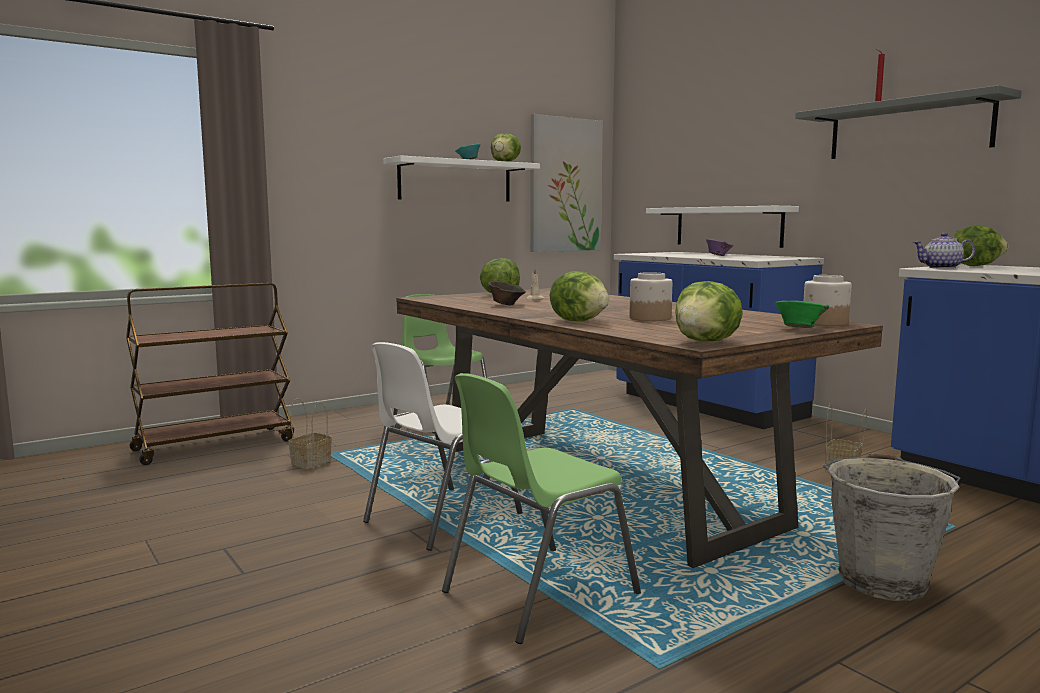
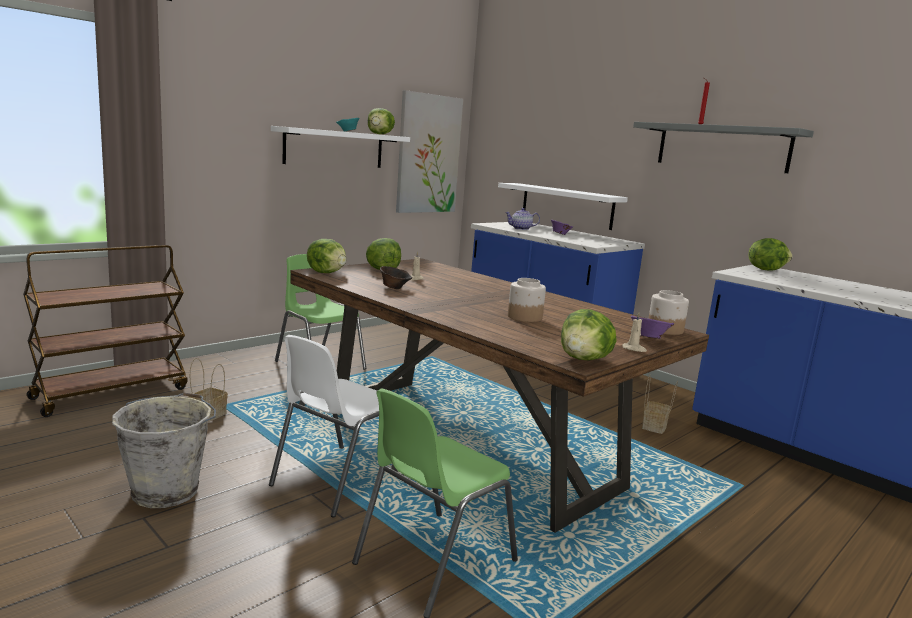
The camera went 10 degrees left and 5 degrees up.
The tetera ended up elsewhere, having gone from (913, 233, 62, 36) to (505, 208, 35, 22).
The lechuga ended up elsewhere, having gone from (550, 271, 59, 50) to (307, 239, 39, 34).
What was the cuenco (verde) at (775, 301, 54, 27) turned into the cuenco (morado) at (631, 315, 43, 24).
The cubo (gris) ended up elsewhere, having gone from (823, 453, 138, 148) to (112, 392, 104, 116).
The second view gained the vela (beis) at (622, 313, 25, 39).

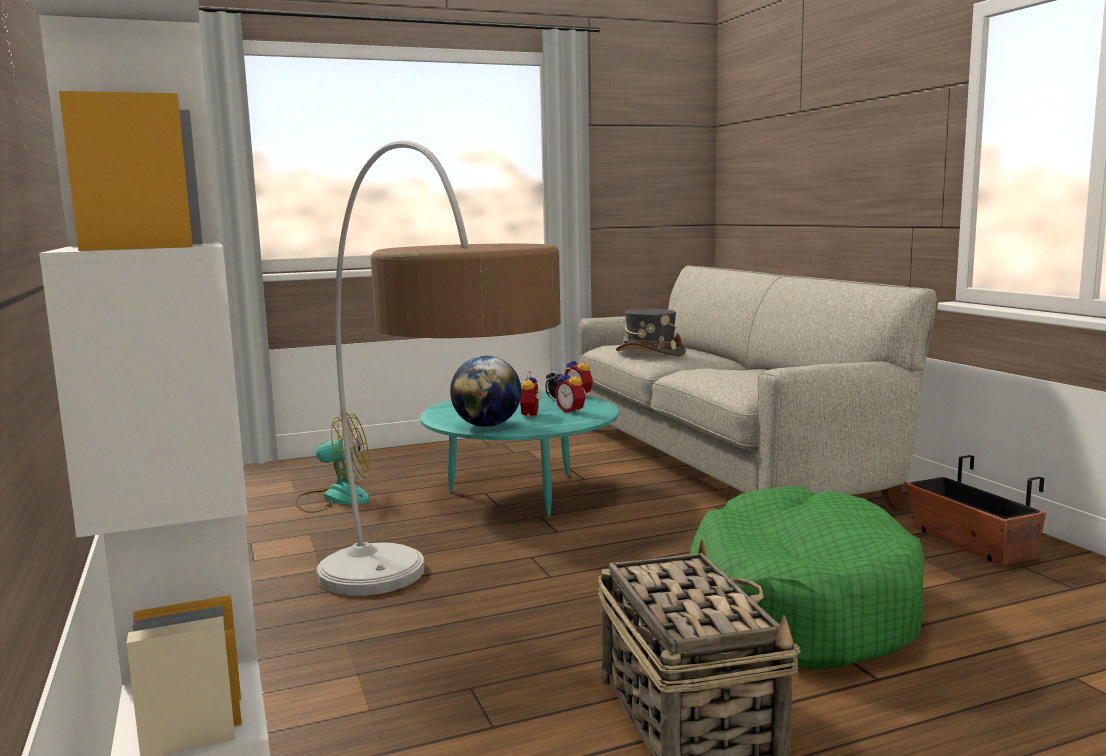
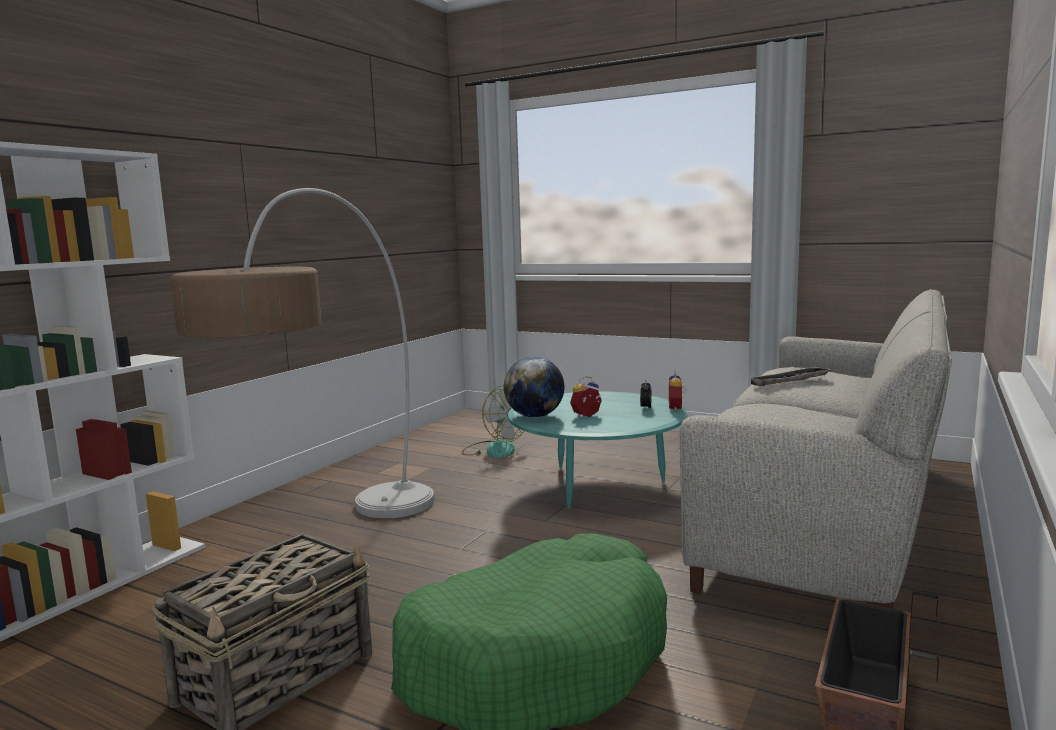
The camera went 50 degrees right and 0 degrees up.
Where the sombrero (gris) stood at (616, 309, 70, 47), the bandeja came to stand at (748, 367, 85, 19).
The second view lost the despertador at (555, 368, 31, 46).

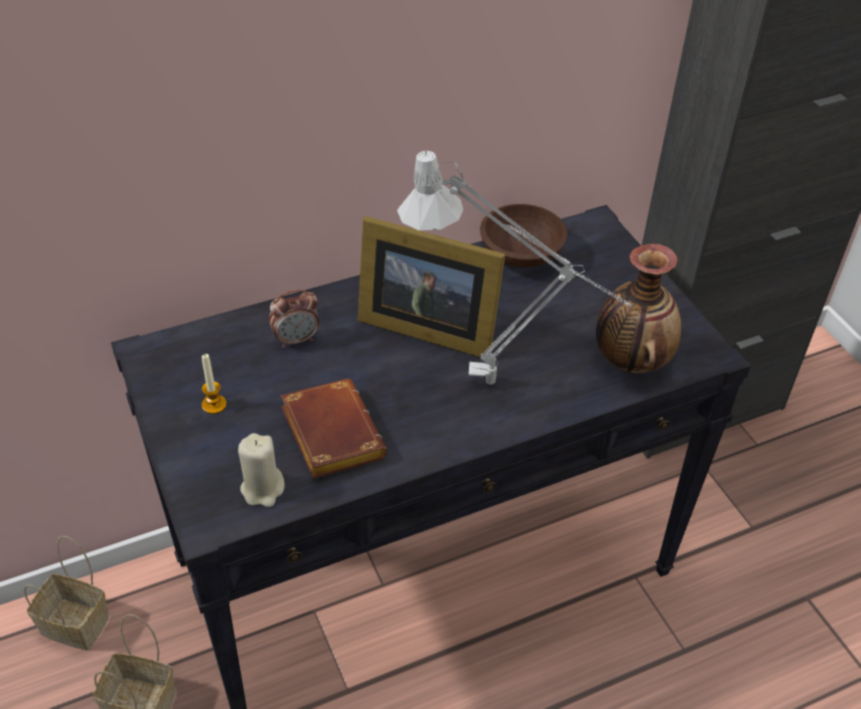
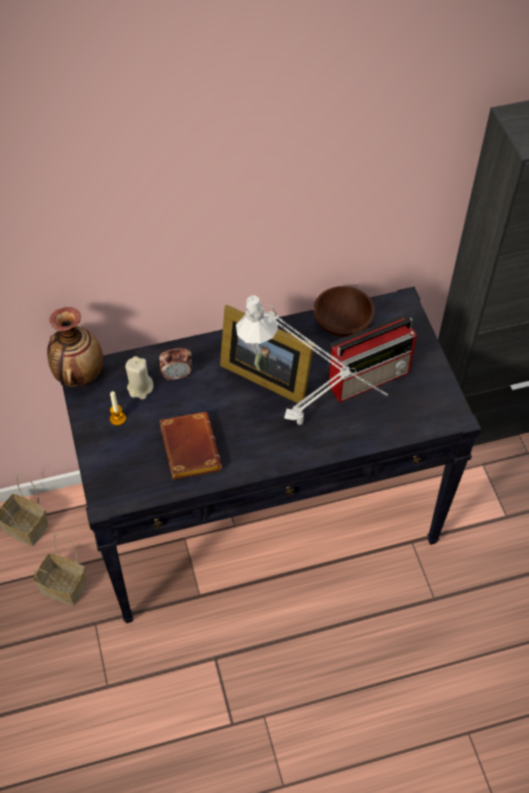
The camera went 10 degrees right and 10 degrees up.
The florero ended up elsewhere, having gone from (596, 243, 85, 130) to (47, 307, 56, 80).
The vela (beis) ended up elsewhere, having gone from (238, 433, 47, 74) to (126, 356, 27, 44).
The second view gained the radio at (327, 316, 90, 86).

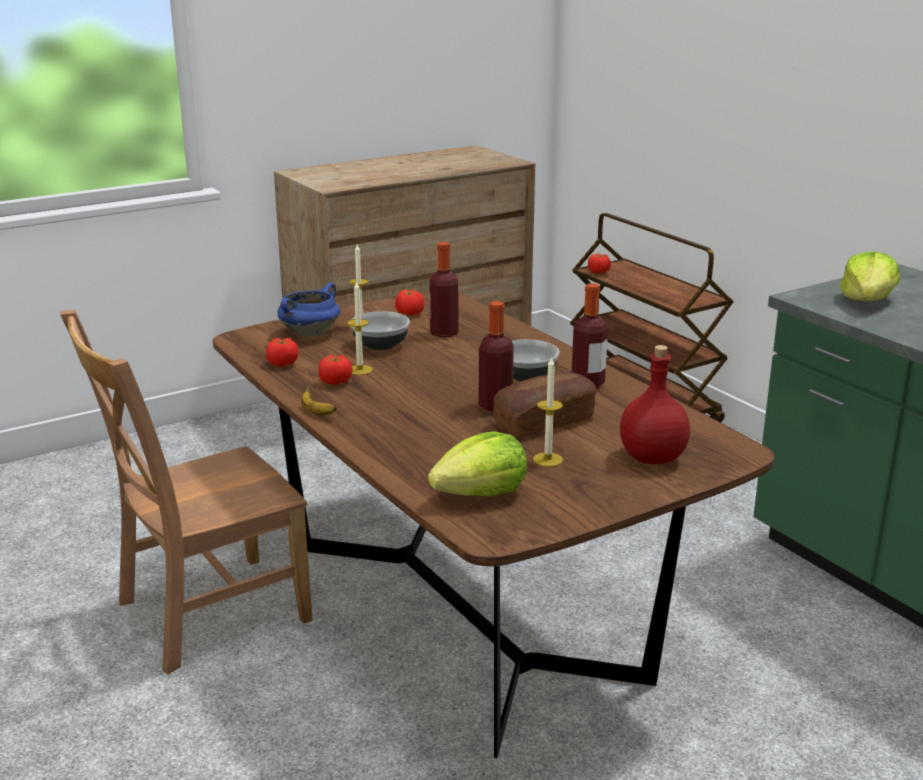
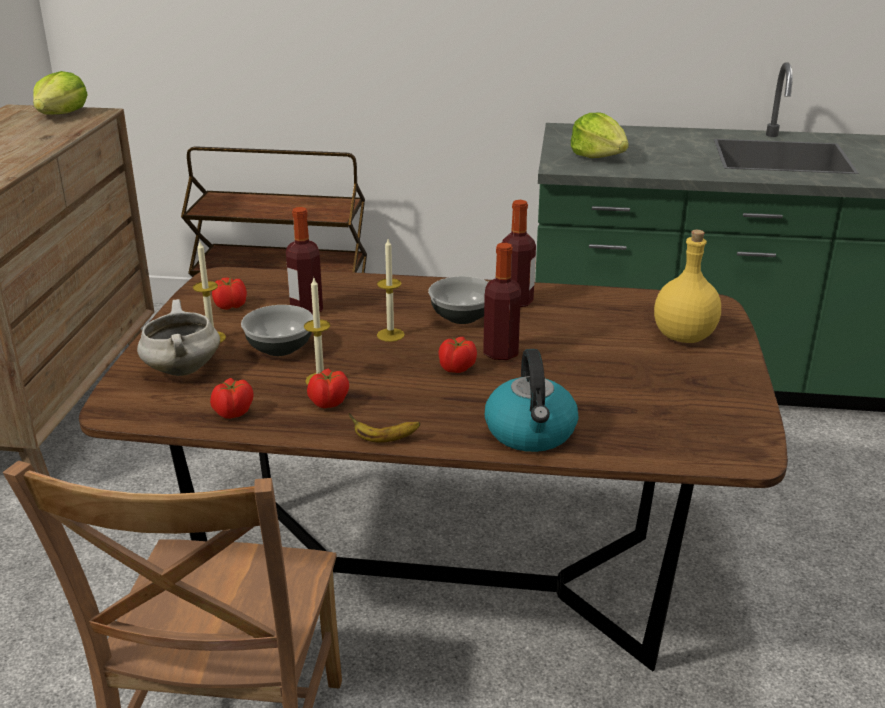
The camera went 50 degrees left and 5 degrees up.
The tomate ended up elsewhere, having gone from (588, 253, 23, 20) to (438, 337, 39, 36).
What was the olla (azul) at (277, 283, 63, 54) turned into the olla (blanco) at (137, 299, 83, 77).
What was the botella (rojo) at (620, 345, 70, 119) turned into the botella (amarillo) at (654, 230, 67, 113).
The vela ended up elsewhere, having gone from (533, 356, 30, 111) to (377, 239, 28, 103).
The second view lost the pan at (493, 372, 103, 65).
The lechuga ended up elsewhere, having gone from (428, 431, 99, 65) to (33, 71, 55, 44).
The second view gained the hervidor at (485, 349, 93, 103).

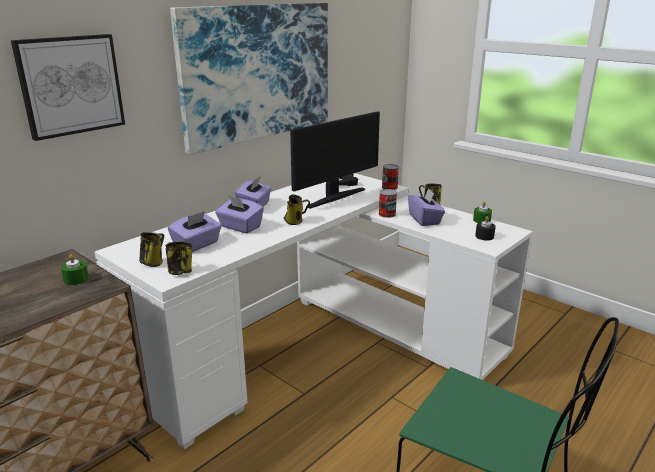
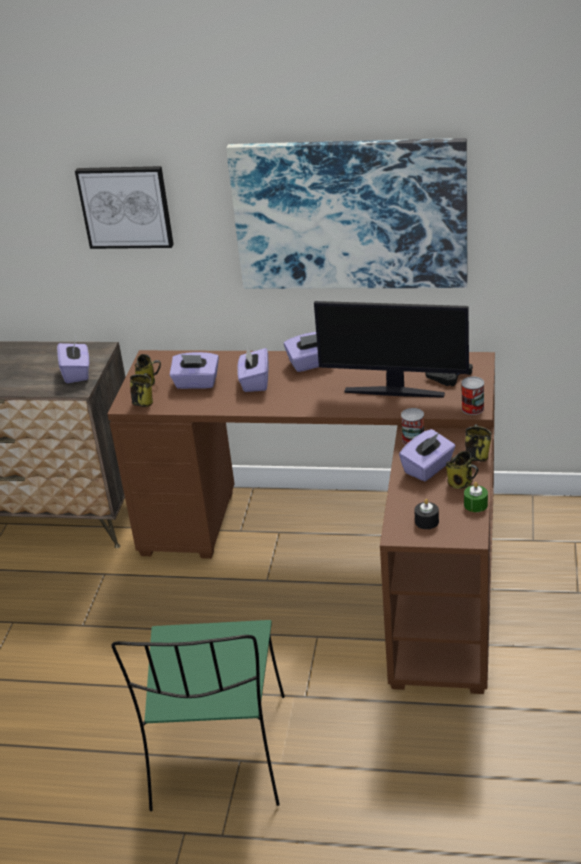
The camera went 60 degrees right and 10 degrees up.
What was the escritorio (blanco) at (94, 173, 439, 277) turned into the escritorio (marrón) at (108, 350, 387, 344).
The taza grande ended up elsewhere, having gone from (284, 194, 26, 31) to (446, 451, 32, 38).
Where the vela (verde) stood at (61, 254, 28, 31), the caja de pañuelos (morado) came to stand at (57, 337, 32, 46).

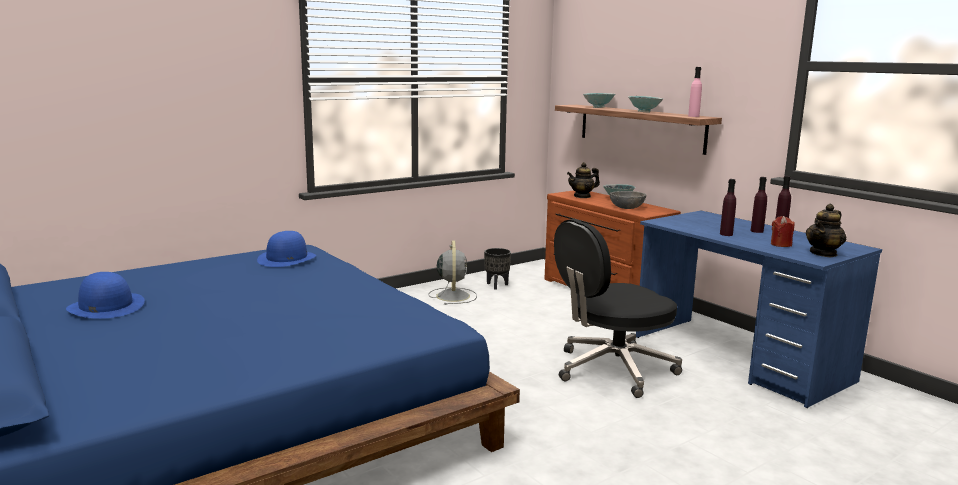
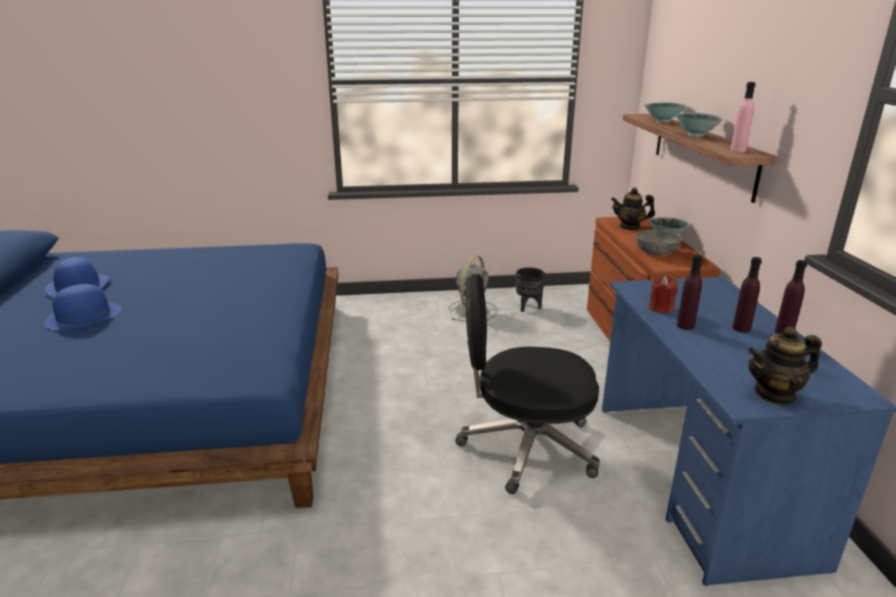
The camera went 30 degrees right and 10 degrees up.
The vela (rojo) ended up elsewhere, having gone from (771, 216, 24, 31) to (649, 275, 29, 39).
The sombrero (azul) ended up elsewhere, having gone from (257, 231, 59, 36) to (44, 284, 78, 46).

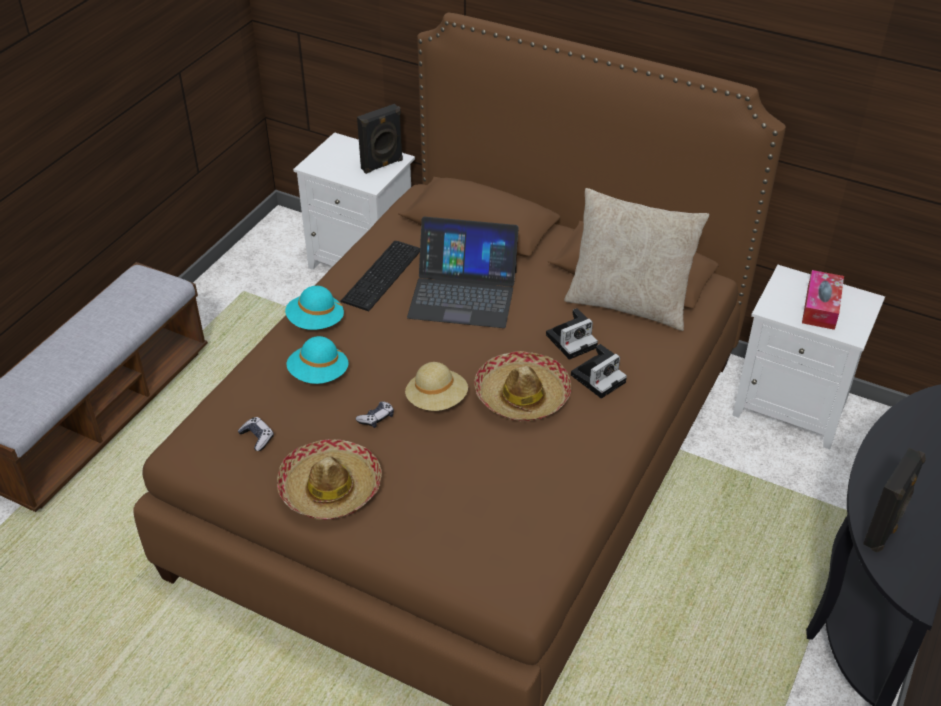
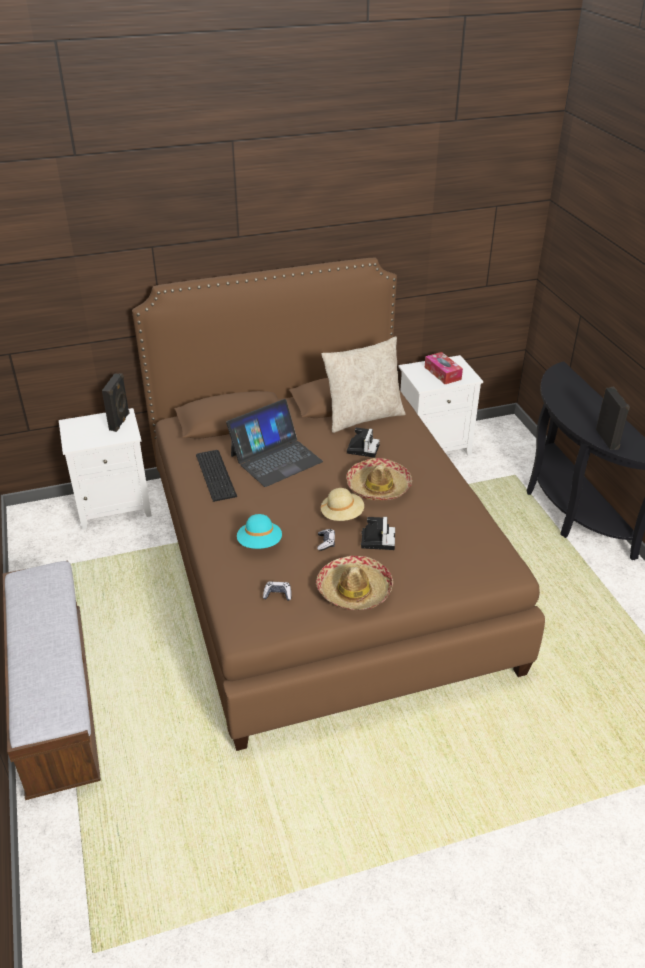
The camera went 45 degrees left and 5 degrees down.
The second view lost the sombrero (turquesa) at (285, 286, 59, 44).
The cámara ended up elsewhere, having gone from (571, 344, 56, 55) to (361, 517, 34, 33).

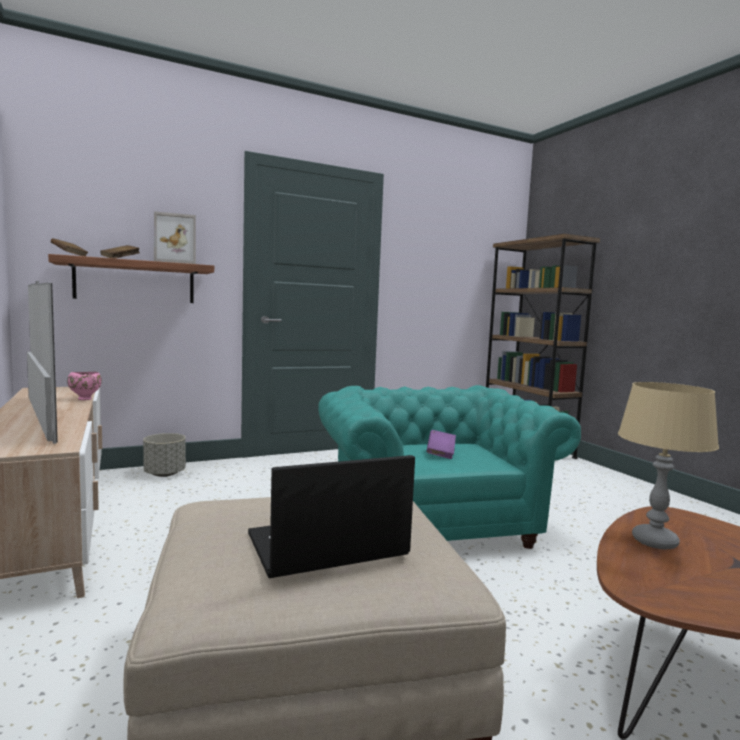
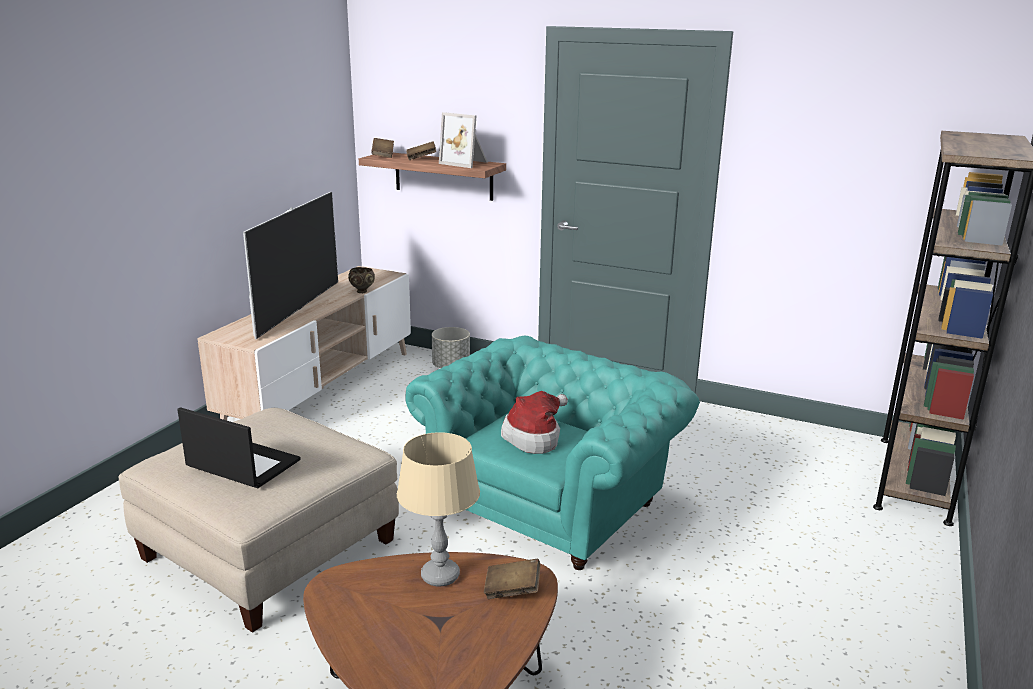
The camera went 50 degrees right and 15 degrees up.
What was the cuenco (rosa) at (67, 372, 35, 28) turned into the cuenco (marrón) at (348, 267, 27, 26).
Where the libro (morado) stood at (426, 430, 30, 29), the sombrero came to stand at (501, 391, 67, 63).
The second view gained the libro (marrón) at (484, 559, 56, 40).

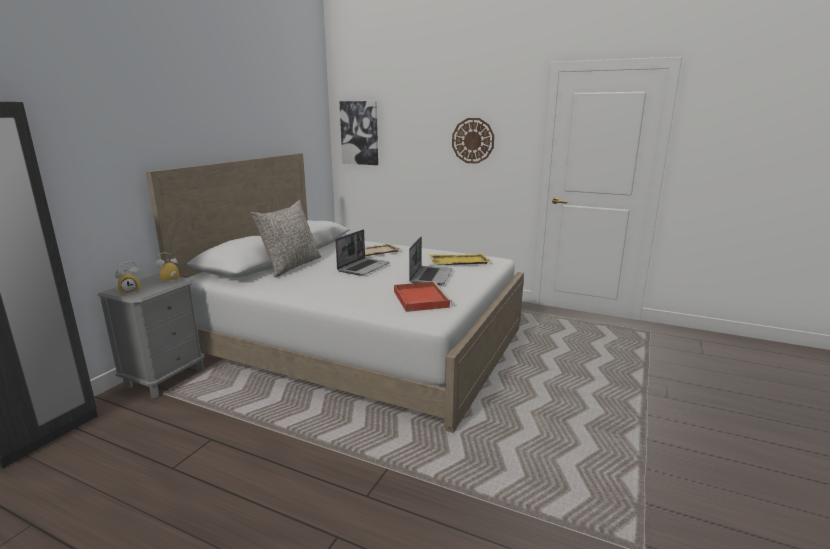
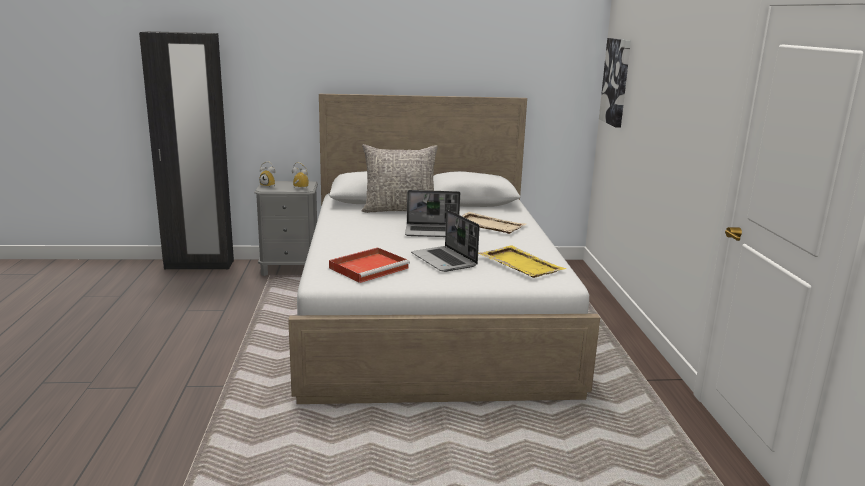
The camera went 60 degrees right and 0 degrees up.
The second view lost the reloj de pared at (452, 118, 42, 46).
The portátil at (409, 237, 43, 48) ended up facing another way, 75 degrees clockwise from before.

